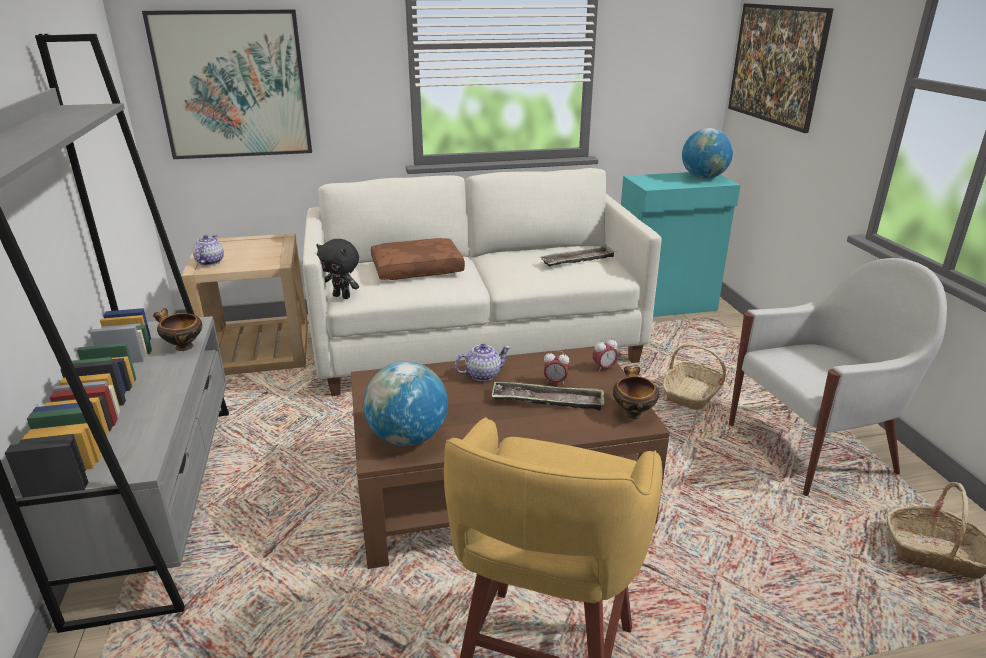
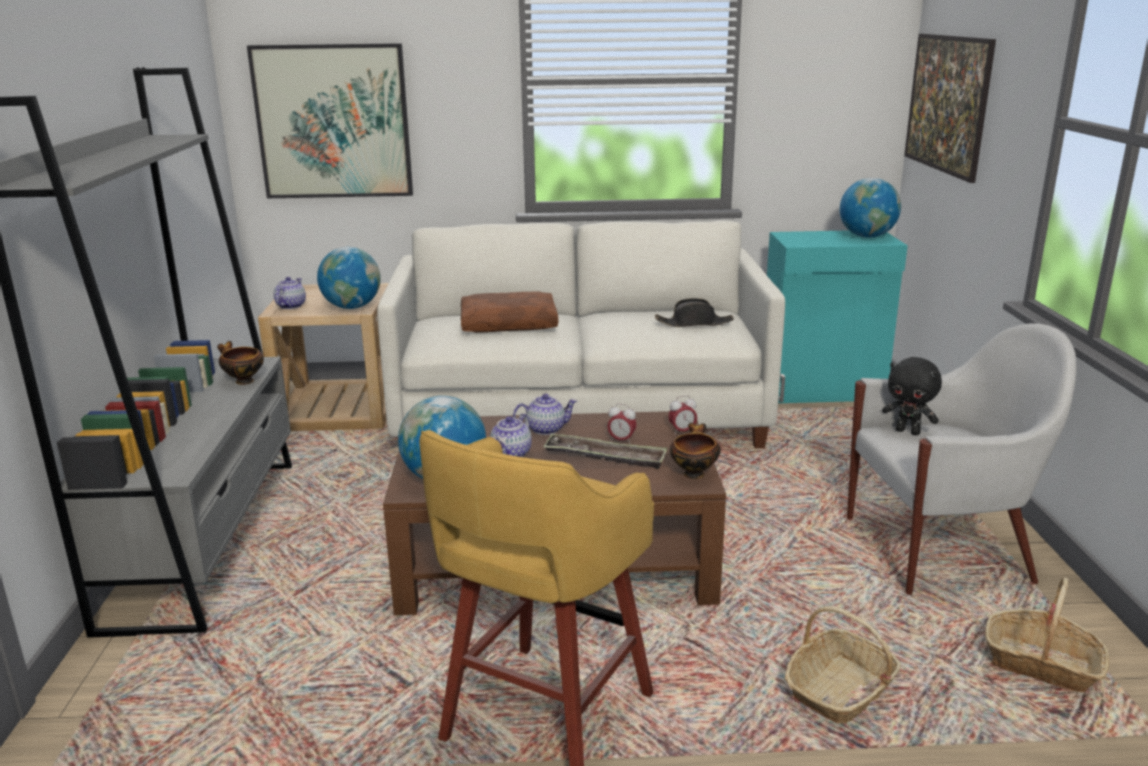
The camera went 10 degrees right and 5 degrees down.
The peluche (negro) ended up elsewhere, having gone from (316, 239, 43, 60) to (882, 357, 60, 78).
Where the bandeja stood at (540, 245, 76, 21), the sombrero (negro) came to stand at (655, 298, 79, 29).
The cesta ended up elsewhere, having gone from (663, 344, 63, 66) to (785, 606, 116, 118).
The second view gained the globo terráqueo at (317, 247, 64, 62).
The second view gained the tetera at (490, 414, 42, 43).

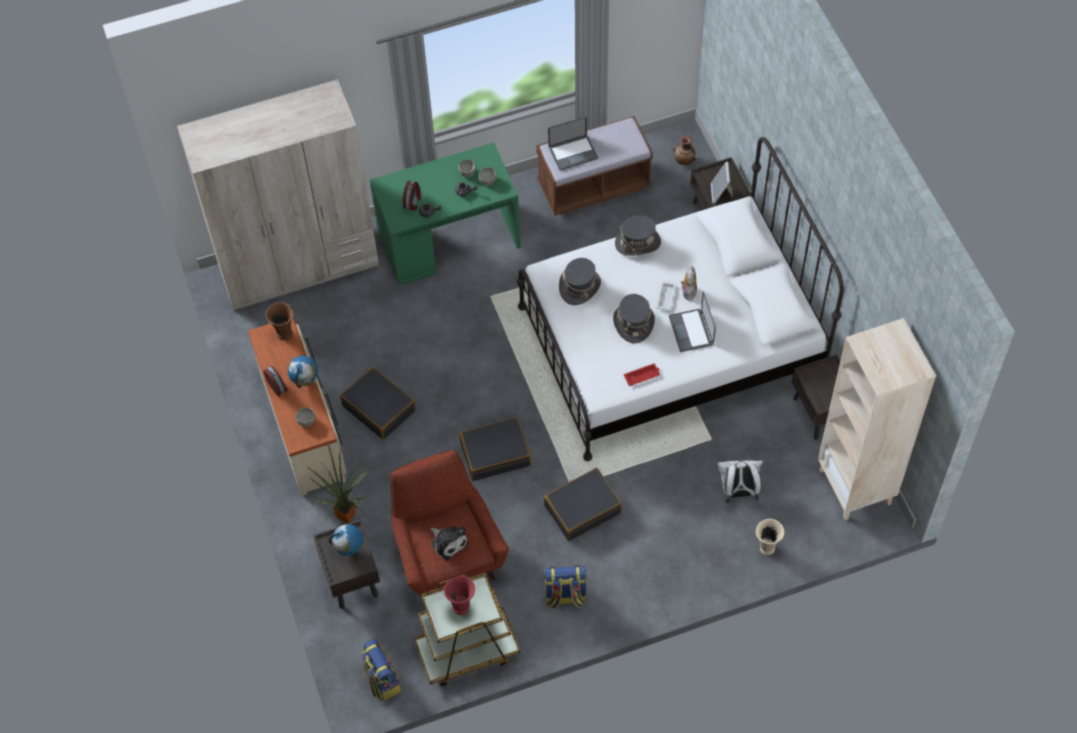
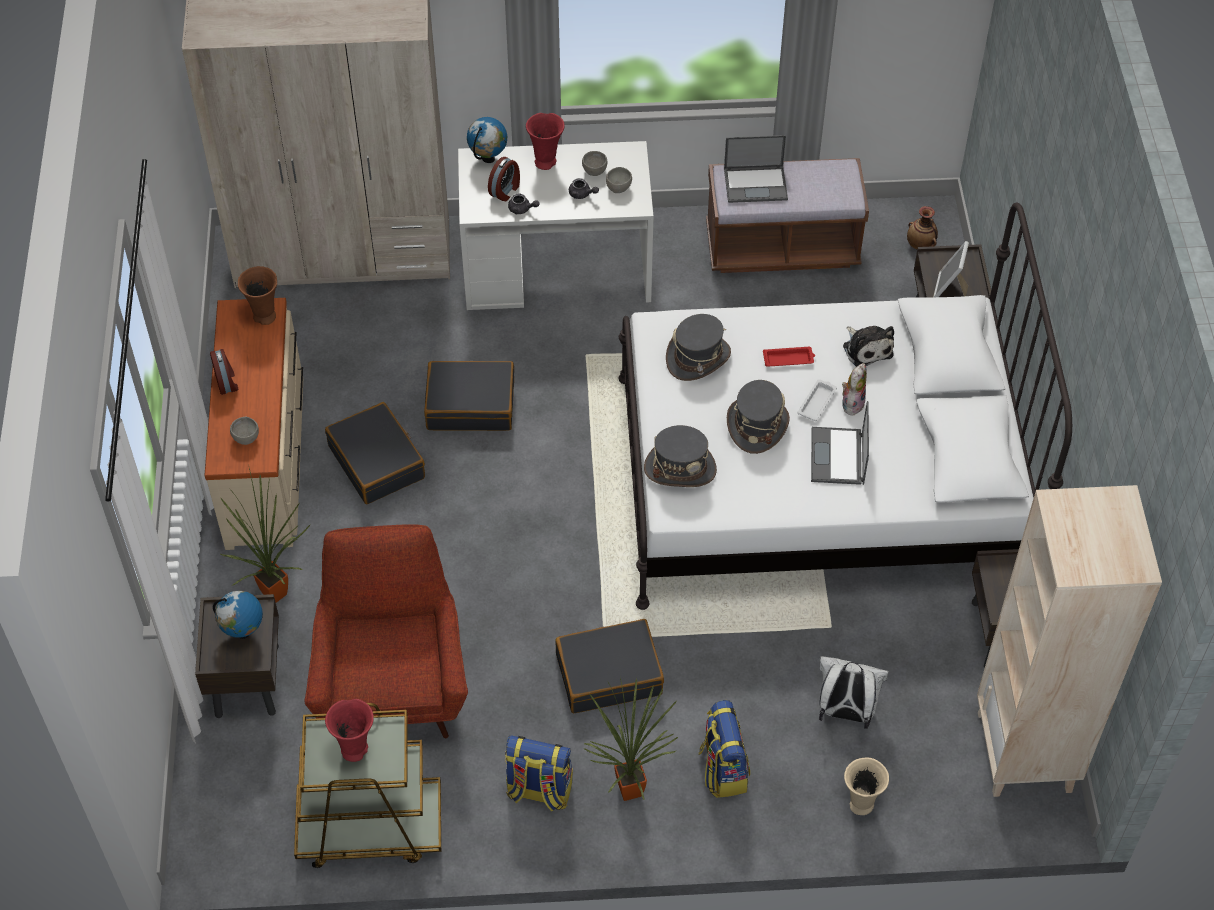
The camera went 15 degrees right and 5 degrees down.
What was the escritorio (verde) at (369, 142, 152, 143) turned into the escritorio (blanco) at (458, 141, 196, 169).
The sombrero (gris) ended up elsewhere, having gone from (615, 215, 46, 41) to (644, 425, 73, 62).
The globo terráqueo ended up elsewhere, having gone from (288, 356, 30, 32) to (467, 117, 40, 46).
The bandeja (rojo) ended up elsewhere, having gone from (624, 364, 36, 22) to (763, 347, 52, 20).
The maleta (negro) ended up elsewhere, having gone from (459, 417, 72, 64) to (424, 361, 90, 70).
The peluche ended up elsewhere, having gone from (431, 526, 37, 34) to (843, 326, 51, 41).
The mochila ended up elsewhere, having gone from (362, 639, 39, 62) to (698, 700, 52, 98).
The second view gained the florero (rojo) at (526, 113, 39, 57).
The second view gained the planta en maceta at (583, 678, 95, 123).

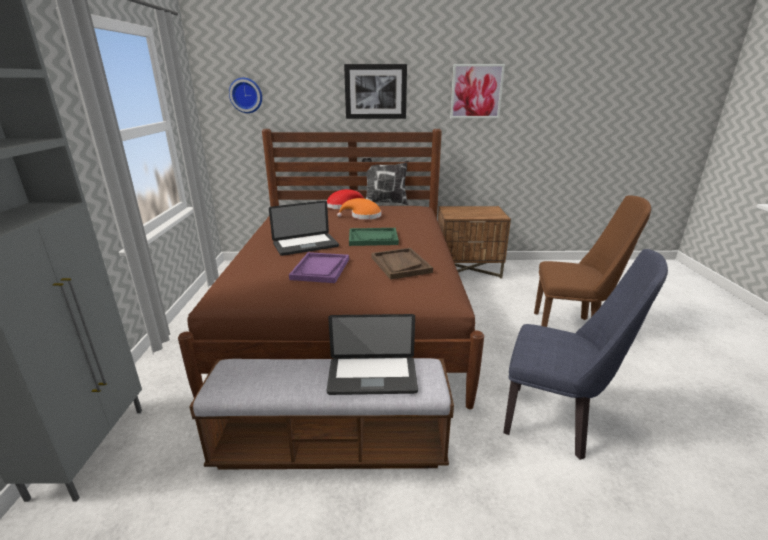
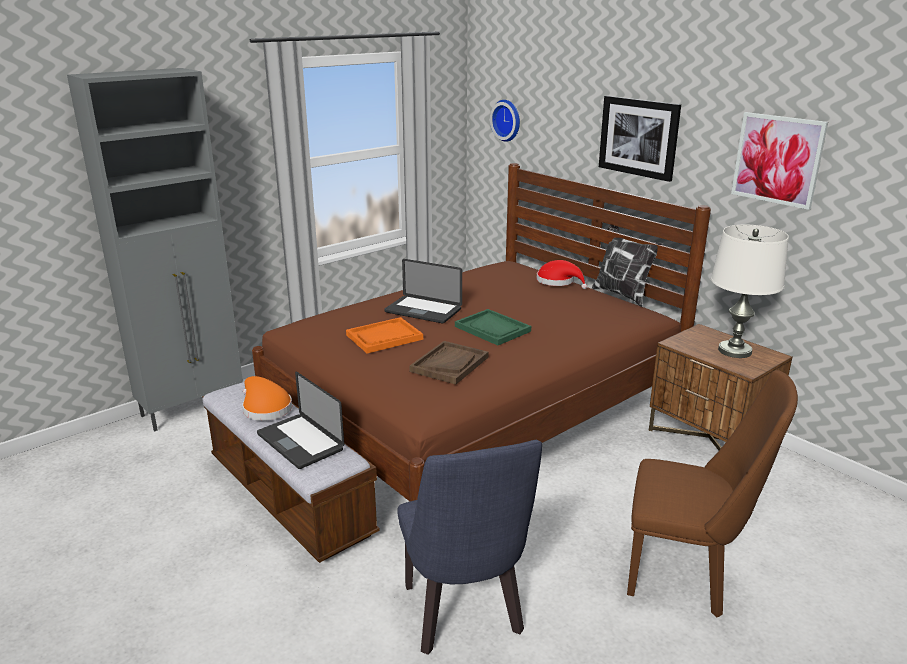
The camera went 50 degrees right and 0 degrees up.
The silla (marrón) at (534, 195, 117, 132) ended up facing another way, 45 degrees counterclockwise from before.
The sombrero (naranja) ended up elsewhere, having gone from (337, 198, 44, 22) to (242, 376, 50, 45).
What was the bandeja (morado) at (289, 252, 60, 31) turned into the bandeja (naranja) at (346, 317, 77, 37).
The second view gained the lámpara de mesa (blanco) at (711, 225, 78, 133).

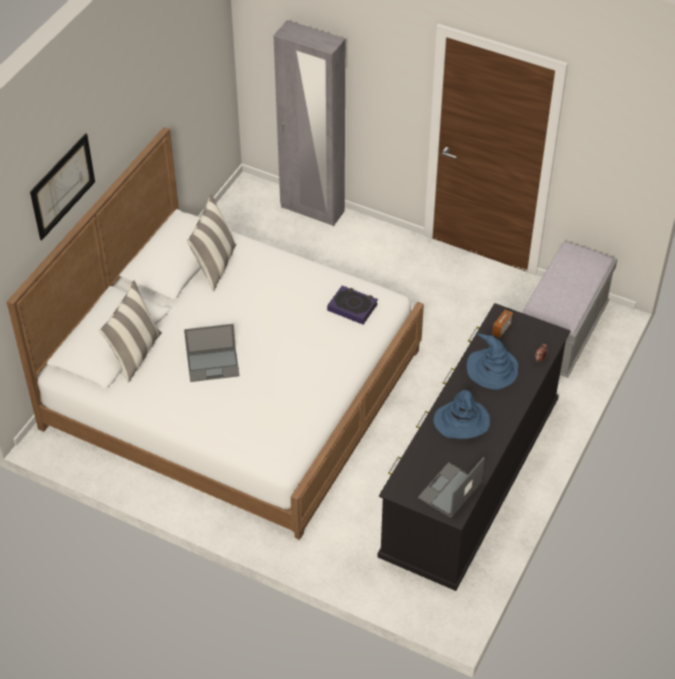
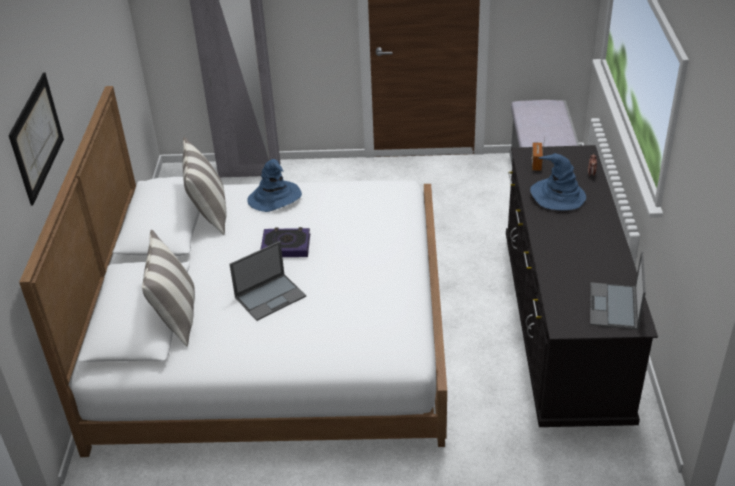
The camera went 25 degrees left and 10 degrees down.
The libro ended up elsewhere, having gone from (327, 286, 51, 39) to (260, 227, 50, 30).
The sombrero (azul) ended up elsewhere, having gone from (433, 390, 57, 49) to (247, 159, 55, 53).

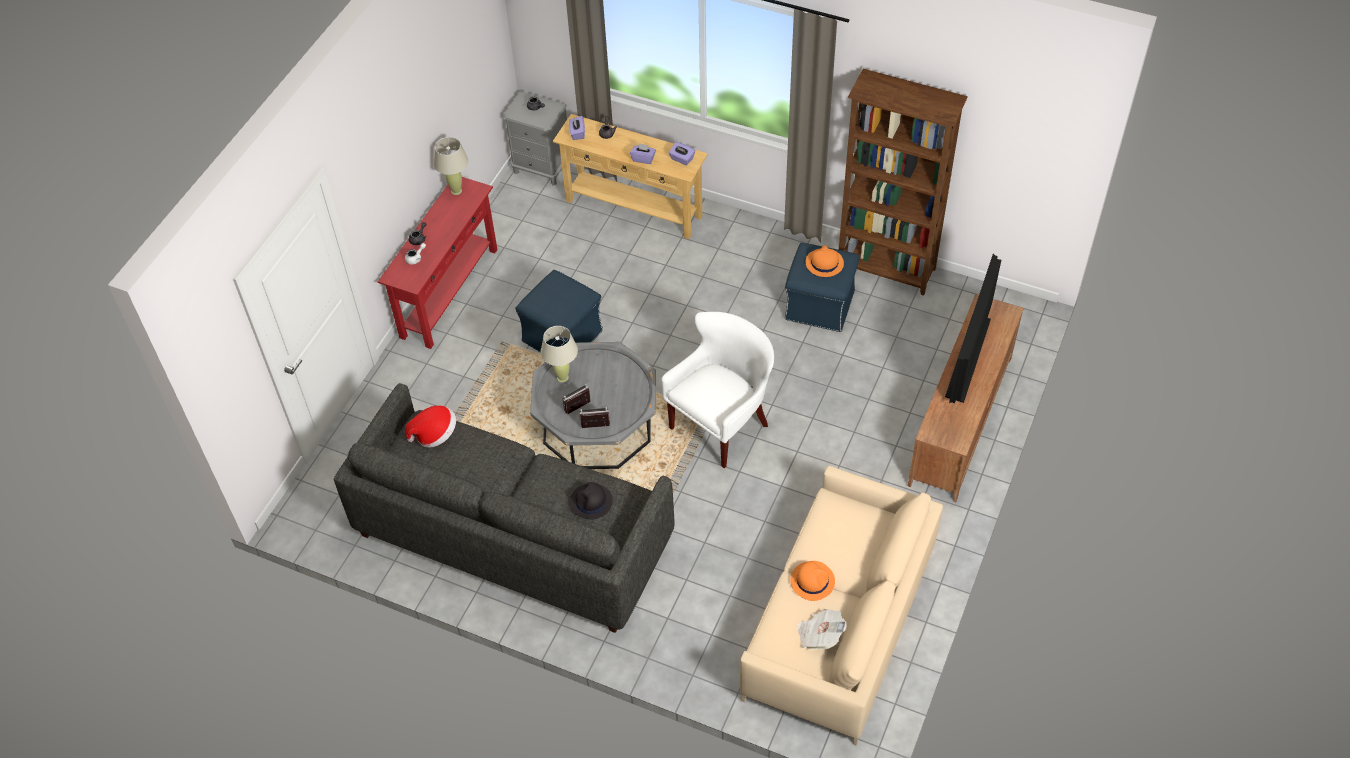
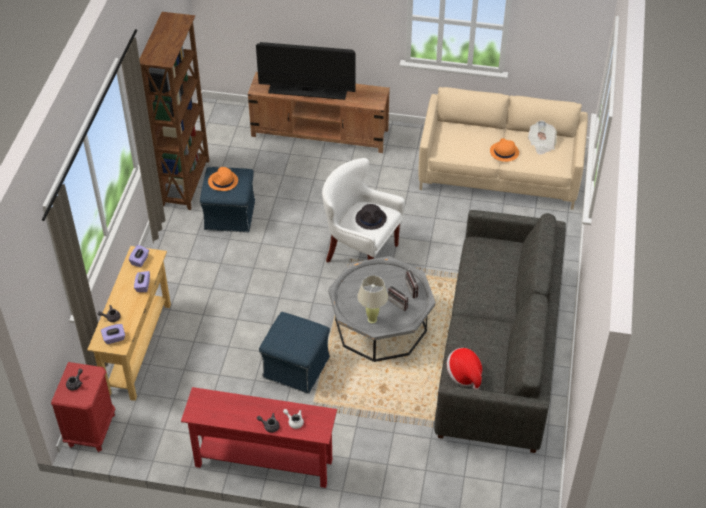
The camera went 105 degrees left and 5 degrees down.
What was the mesita de noche (gris) at (503, 91, 64, 94) turned into the mesita de noche (rojo) at (51, 362, 65, 90).
The second view lost the lámpara de mesa (beis) at (433, 137, 35, 58).
The sombrero (negro) ended up elsewhere, having gone from (570, 482, 43, 37) to (355, 204, 32, 26).

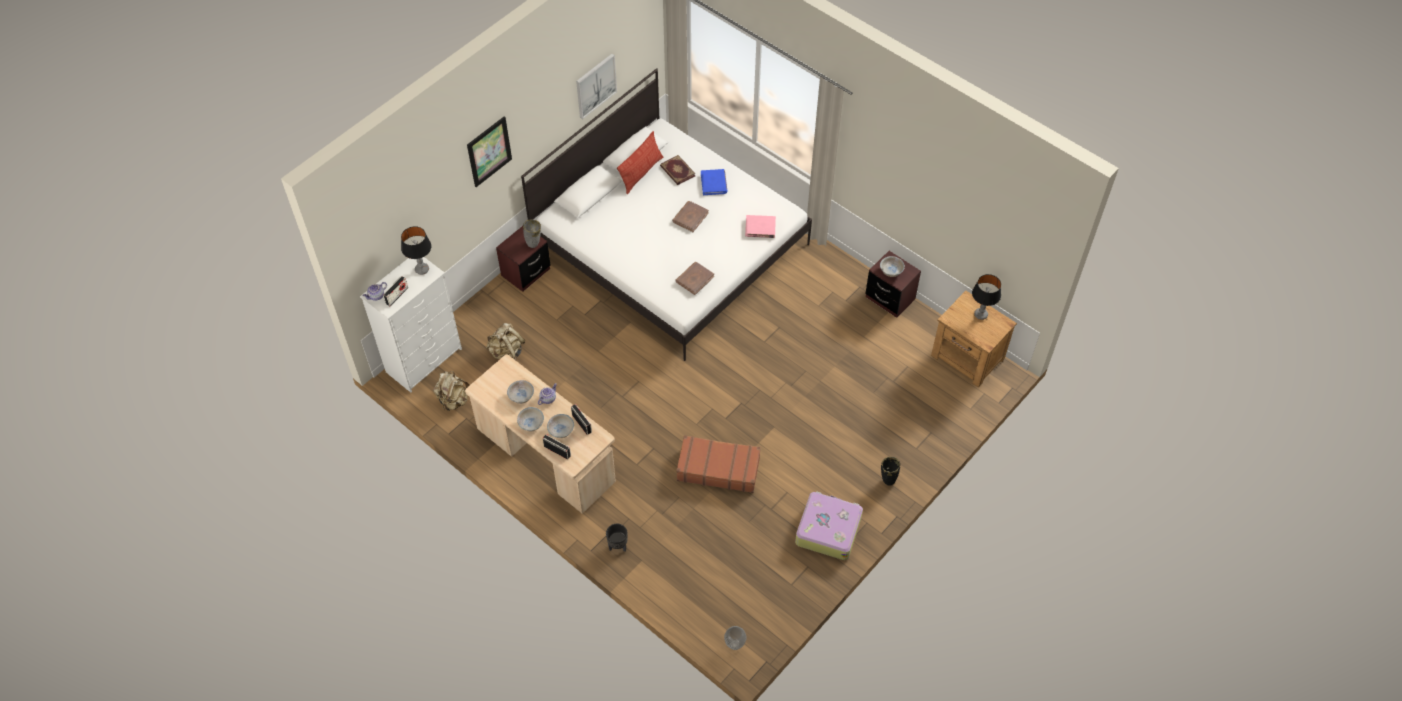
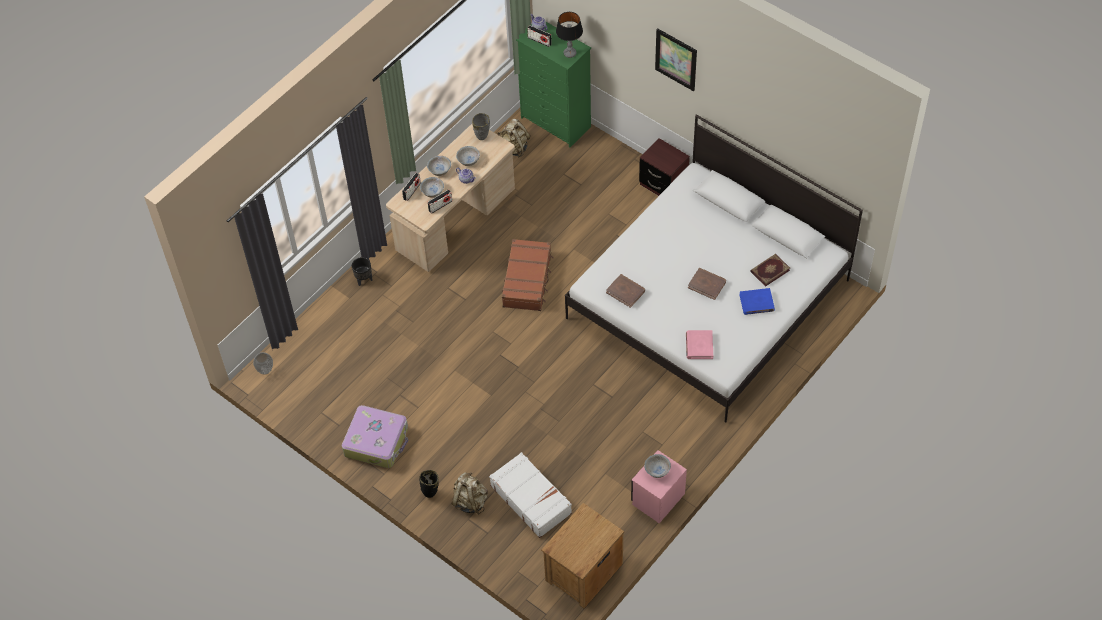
The camera went 90 degrees right and 0 degrees up.
The second view lost the cuadro at (576, 54, 41, 65).
The second view lost the cojín at (617, 131, 46, 63).
The florero (gris) ended up elsewhere, having gone from (523, 219, 18, 29) to (472, 113, 18, 27).
What was the mesita de noche (marrón) at (865, 251, 56, 67) turned into the mesita de noche (rosa) at (631, 450, 56, 73).
What was the cómoda (blanco) at (360, 257, 102, 136) turned into the cómoda (verde) at (516, 22, 75, 125).
The second view lost the lámpara de mesa at (972, 274, 29, 46).
The mochila (beis) ended up elsewhere, having gone from (486, 323, 39, 37) to (452, 472, 36, 43).
The maleta (marrón) ended up elsewhere, having gone from (676, 435, 85, 58) to (502, 239, 51, 72).
The second view gained the maleta (blanco) at (489, 452, 83, 86).

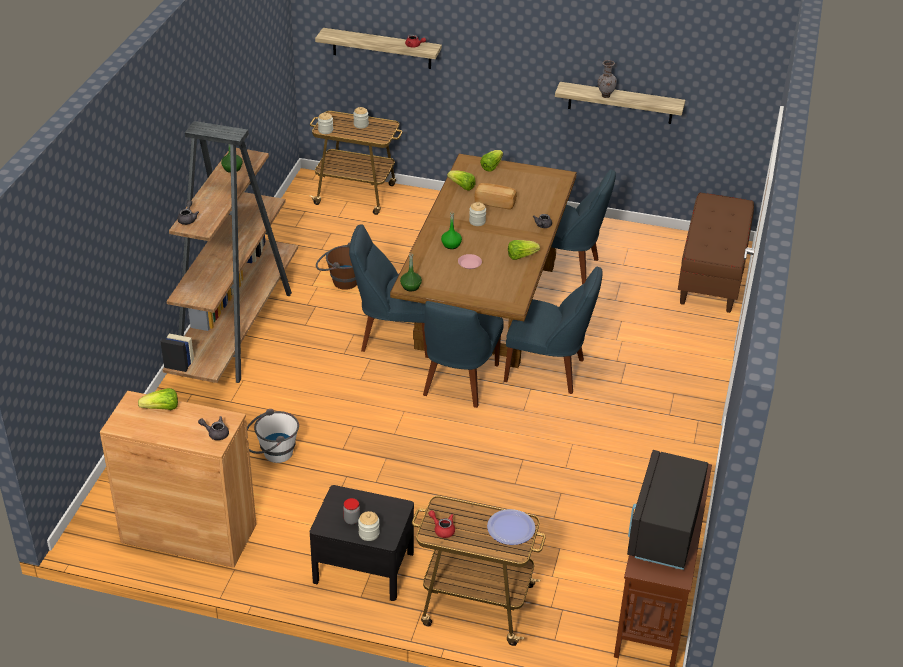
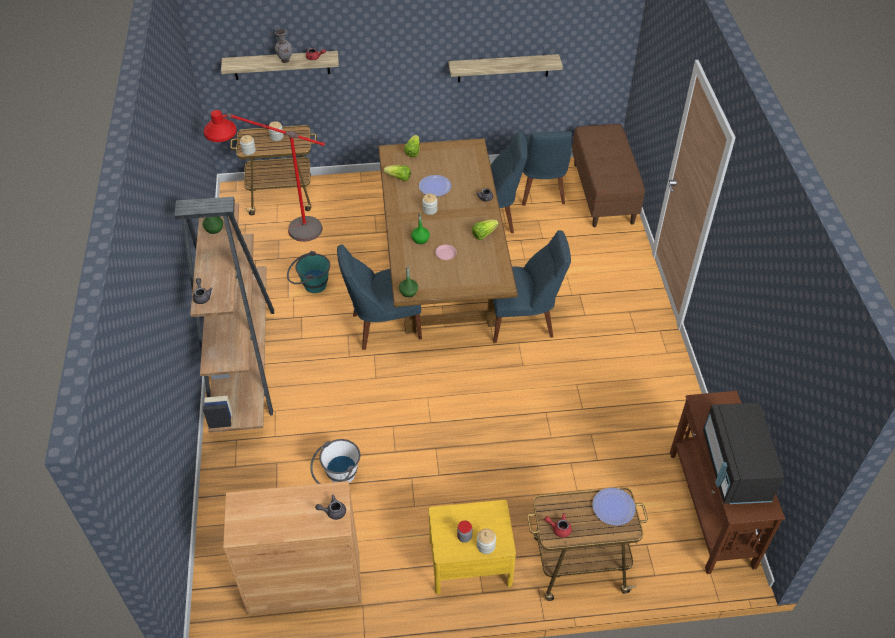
The camera went 20 degrees left and 10 degrees up.
The florero (gris) ended up elsewhere, having gone from (598, 60, 19, 38) to (275, 29, 17, 34).
Where the pan stood at (474, 183, 43, 27), the plato came to stand at (419, 175, 32, 22).
What was the cubo (marrón) at (316, 242, 41, 48) turned into the cubo (turquesa) at (287, 251, 43, 42).
The silla (azul) ended up elsewhere, having gone from (423, 301, 81, 107) to (522, 132, 50, 74).
The second view lost the lechuga at (138, 388, 40, 22).
What was the mesita de noche (negro) at (310, 485, 104, 116) turned into the mesita de noche (amarillo) at (429, 500, 87, 94).
The second view gained the lámpara de pie (rojo) at (204, 110, 121, 132).

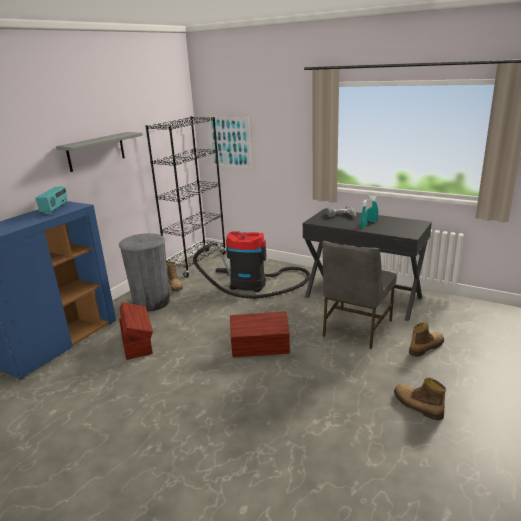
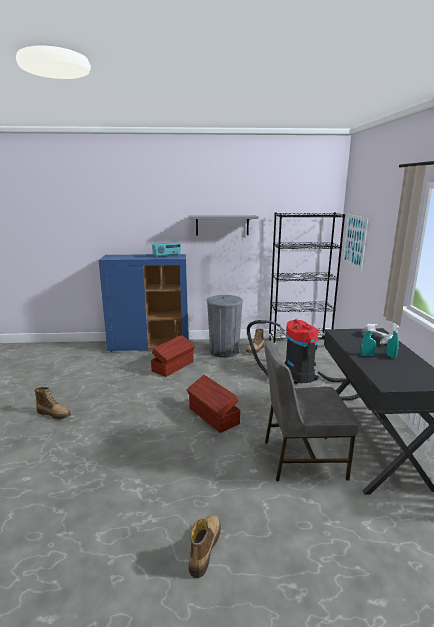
The camera went 55 degrees right and 5 degrees down.
The bota ended up elsewhere, having gone from (409, 322, 35, 35) to (34, 387, 37, 32).

